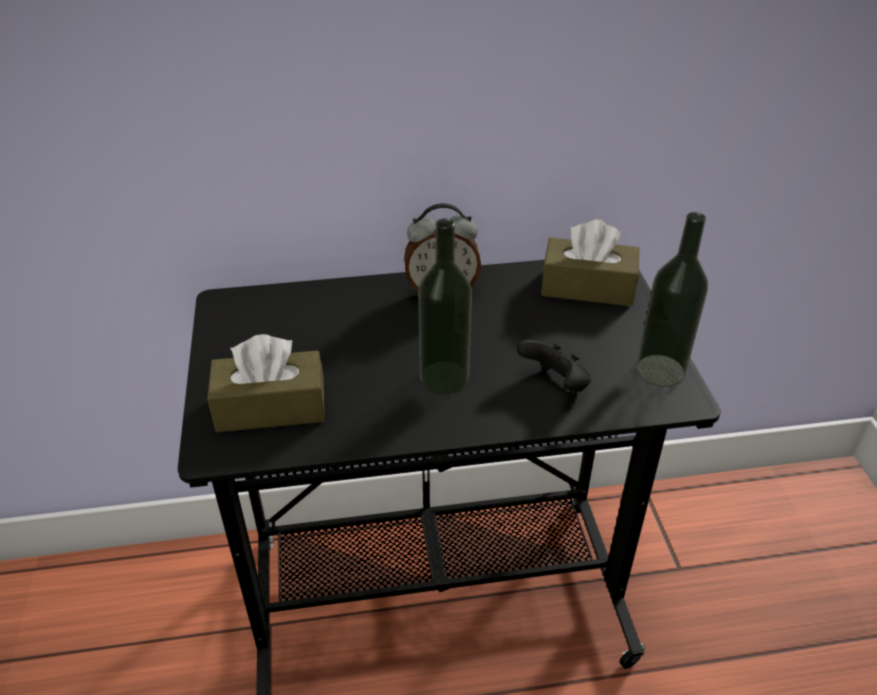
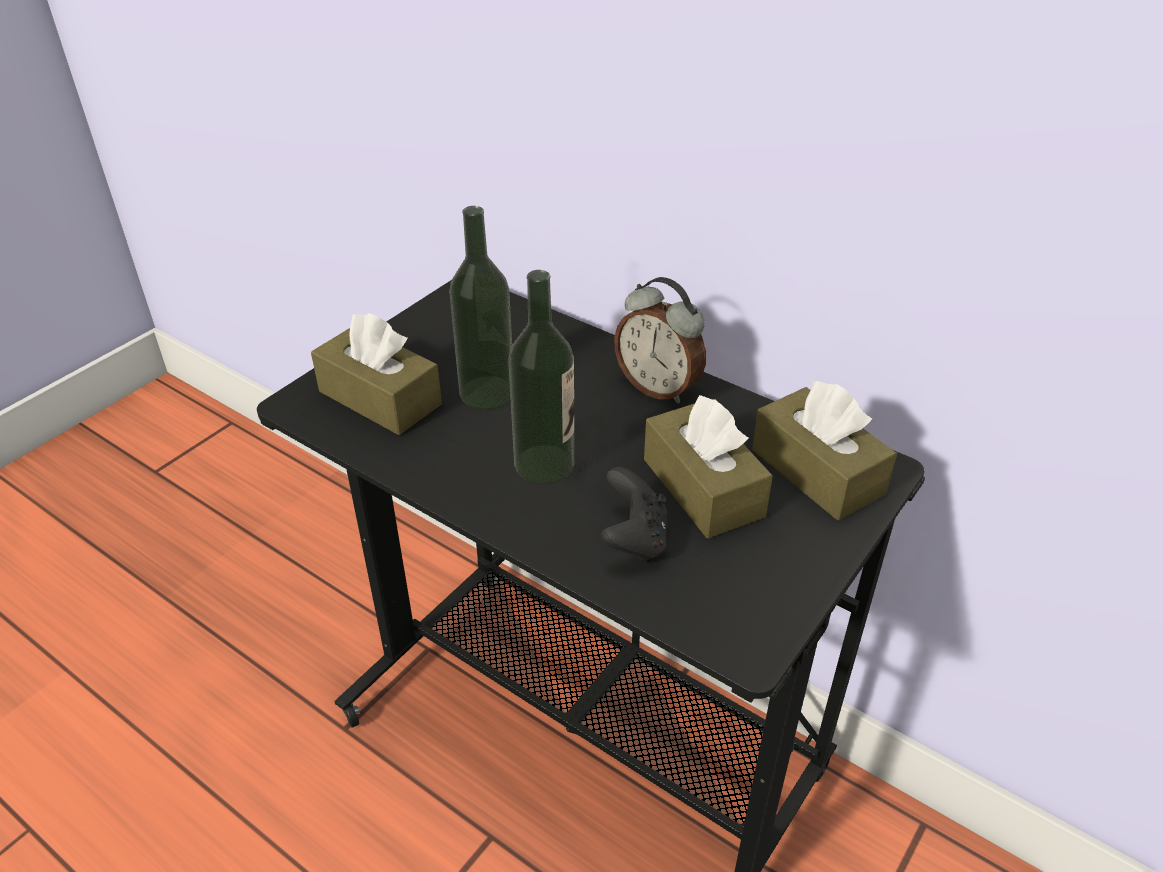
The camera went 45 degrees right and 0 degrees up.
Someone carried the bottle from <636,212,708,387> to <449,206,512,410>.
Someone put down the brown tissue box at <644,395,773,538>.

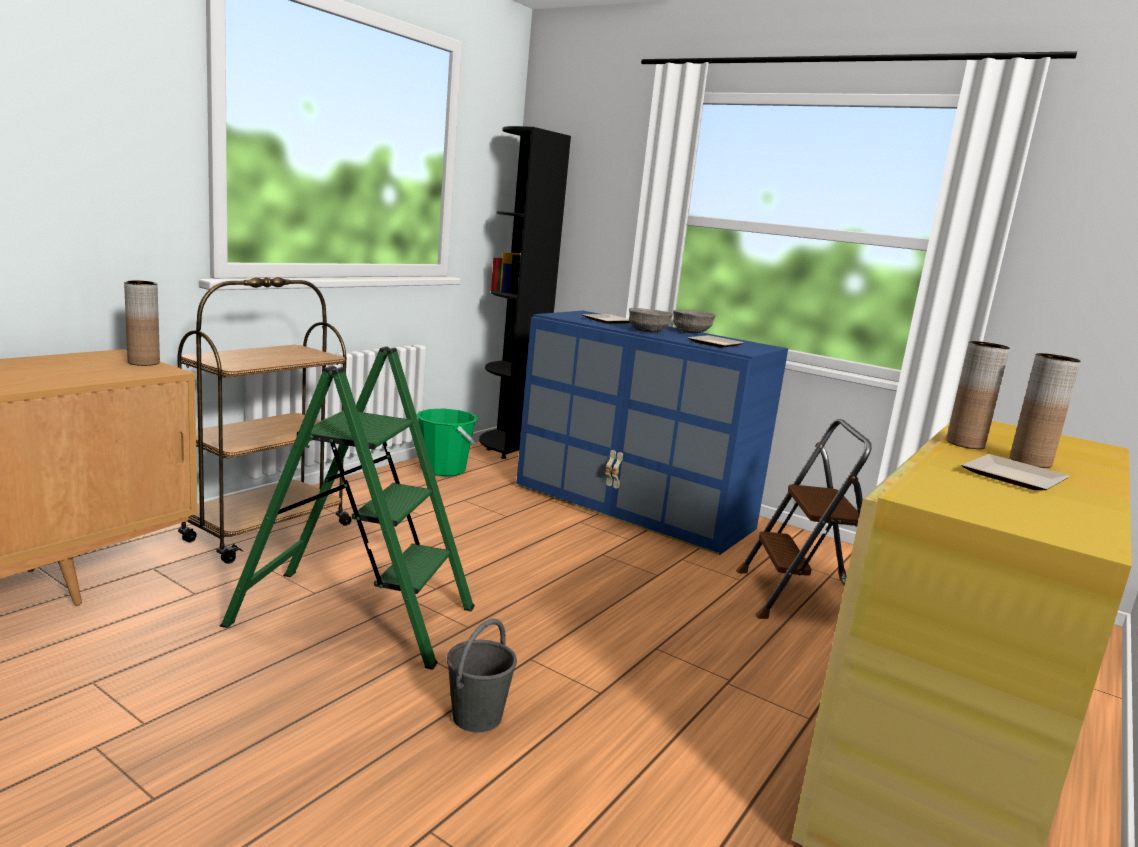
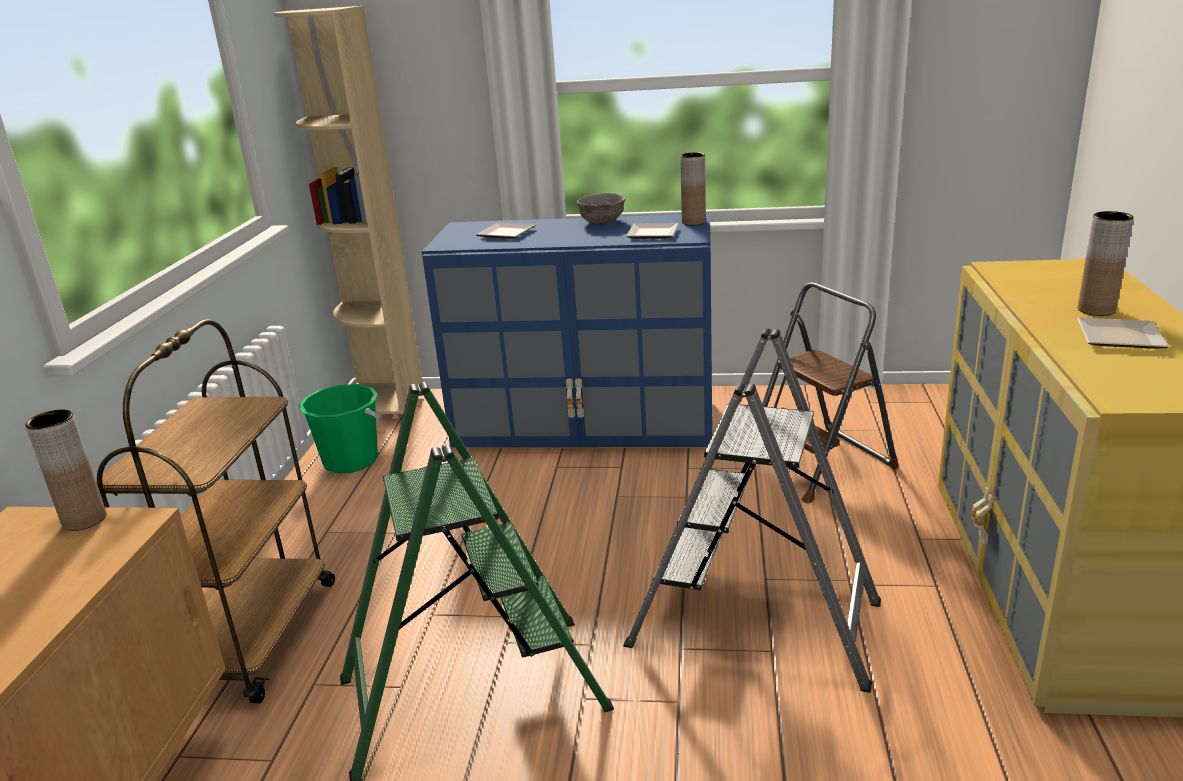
The camera went 25 degrees left and 10 degrees up.
Someone took away the grey bucket at <447,619,517,732>.
Someone repainted the black bookcase at <479,126,571,459>, which became the beige bookcase at <274,6,422,419>.
Someone took away the grey bowl at <629,308,673,332>.
Someone carried the brown vase from <946,341,1010,449> to <680,152,706,226>.
Someone put down the grey step ladder at <623,328,881,693>.

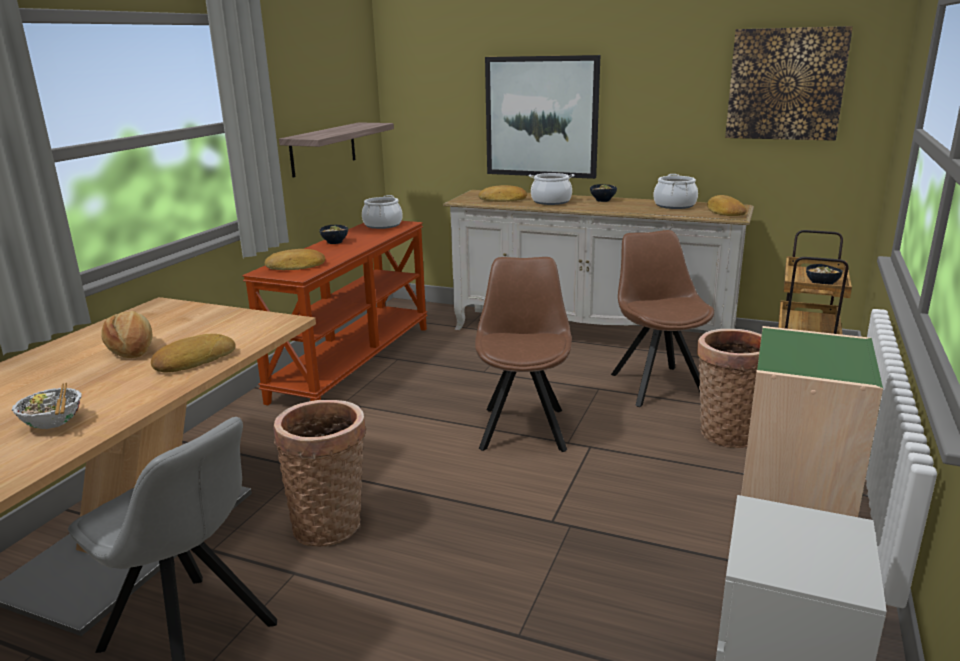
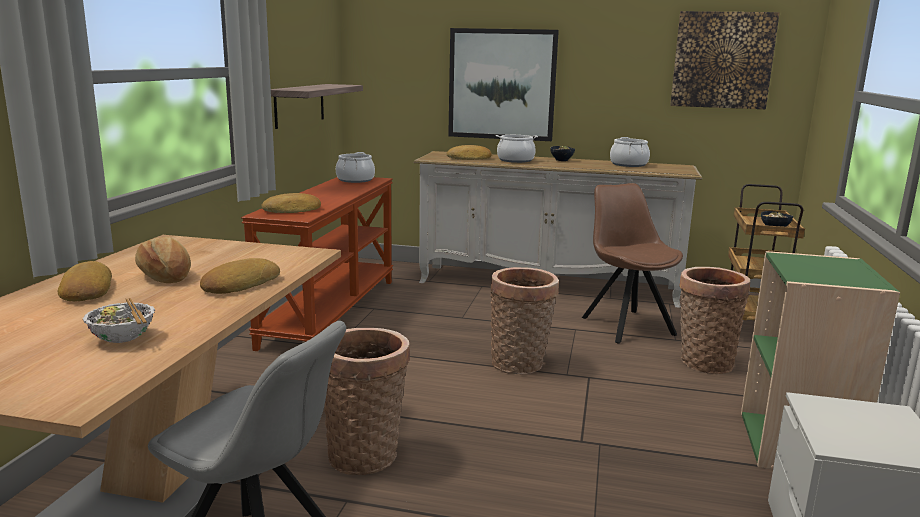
The camera went 10 degrees left and 5 degrees down.
Someone took away the bowl at <319,225,348,244>.
Someone swapped the brown chair at <475,257,572,452> for the basket at <490,267,559,374>.
Someone carried the bread from <707,195,747,216> to <58,261,112,301>.

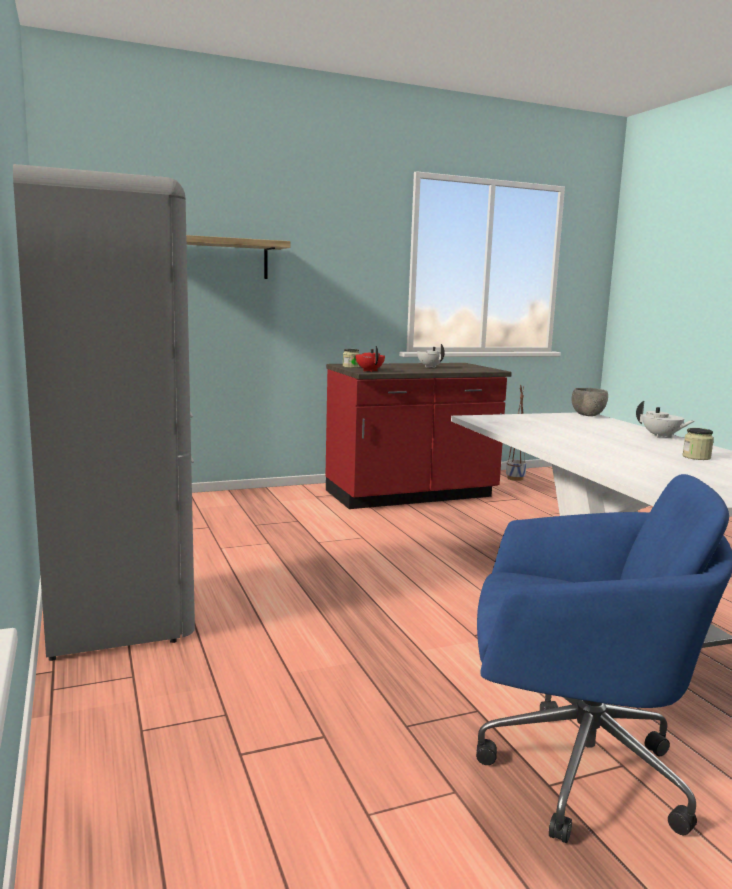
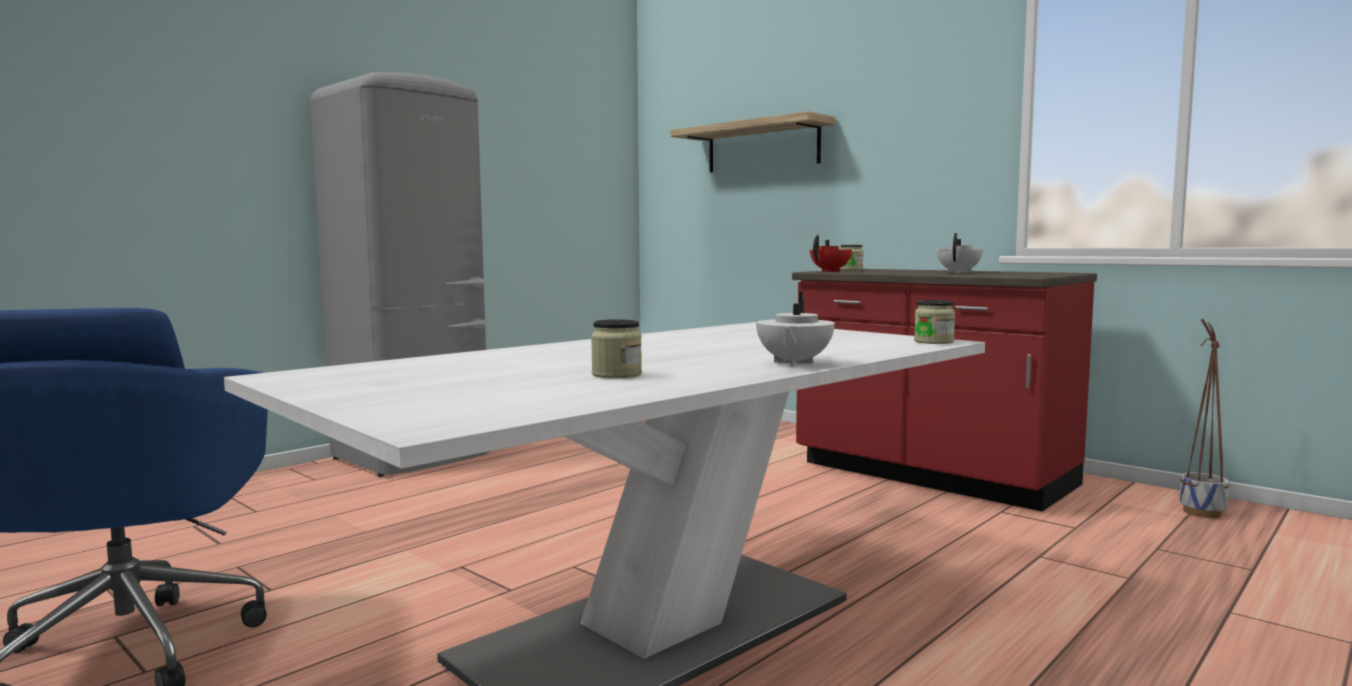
The camera went 65 degrees right and 5 degrees down.
Someone swapped the grey bowl at <572,388,608,416> for the jar at <914,300,955,344>.

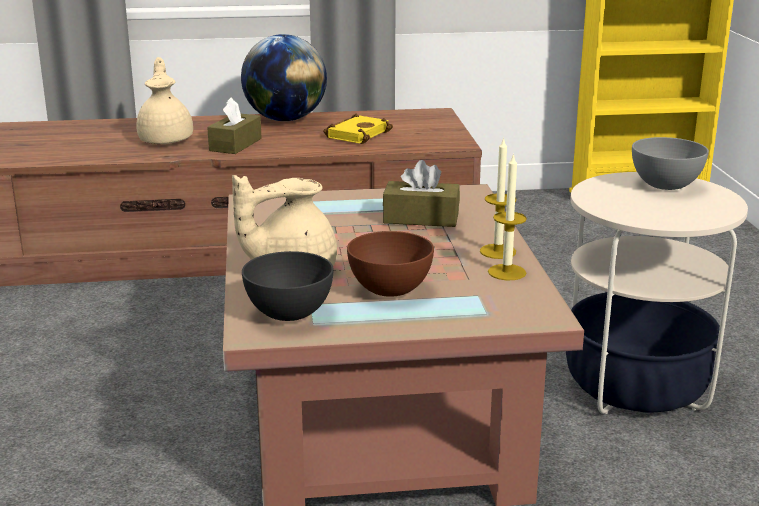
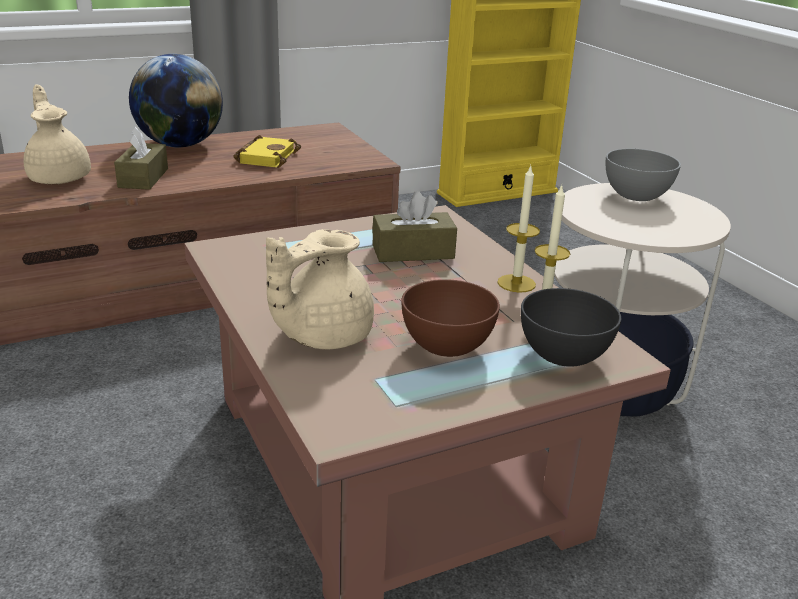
The camera went 20 degrees left and 5 degrees up.
Someone carried the grey bowl from <242,251,334,321> to <521,288,621,367>.

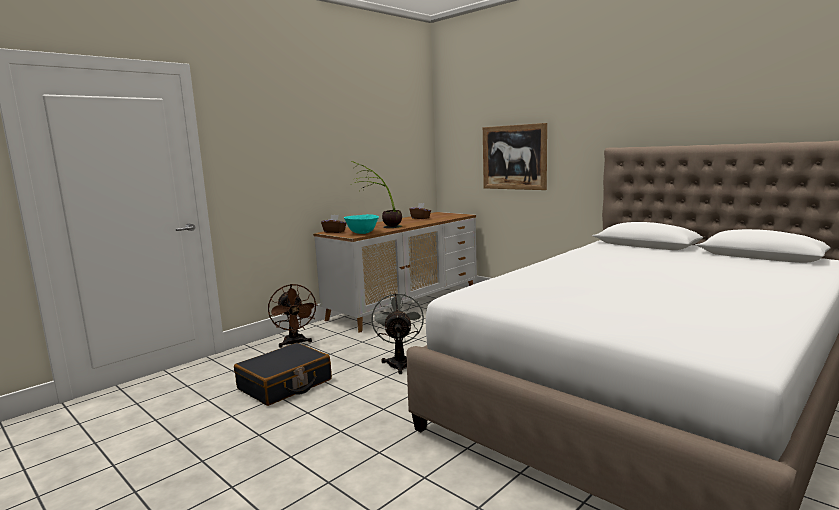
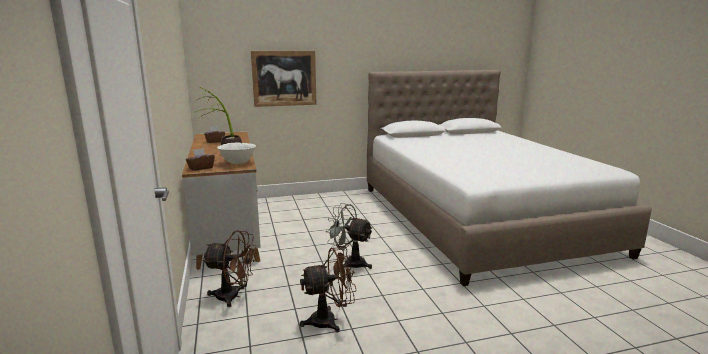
The camera went 60 degrees left and 5 degrees up.
Someone swapped the black suitcase at <234,343,332,406> for the brown fan at <300,247,357,332>.
Someone repainted the turquoise bowl at <344,214,379,234>, which became the white bowl at <217,143,256,164>.

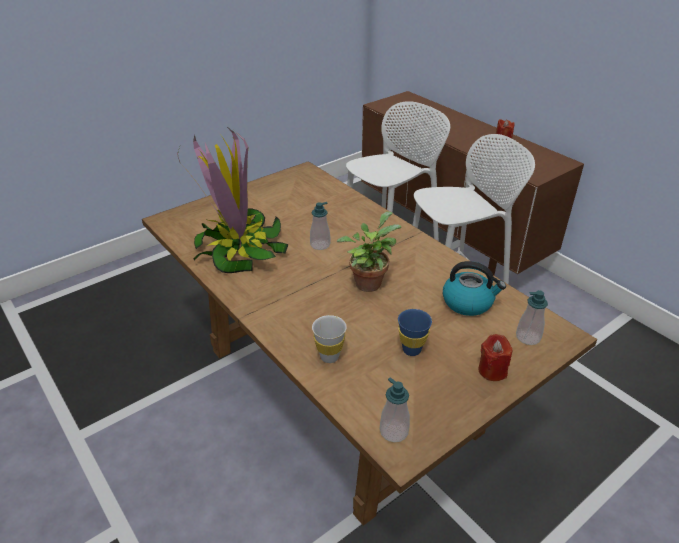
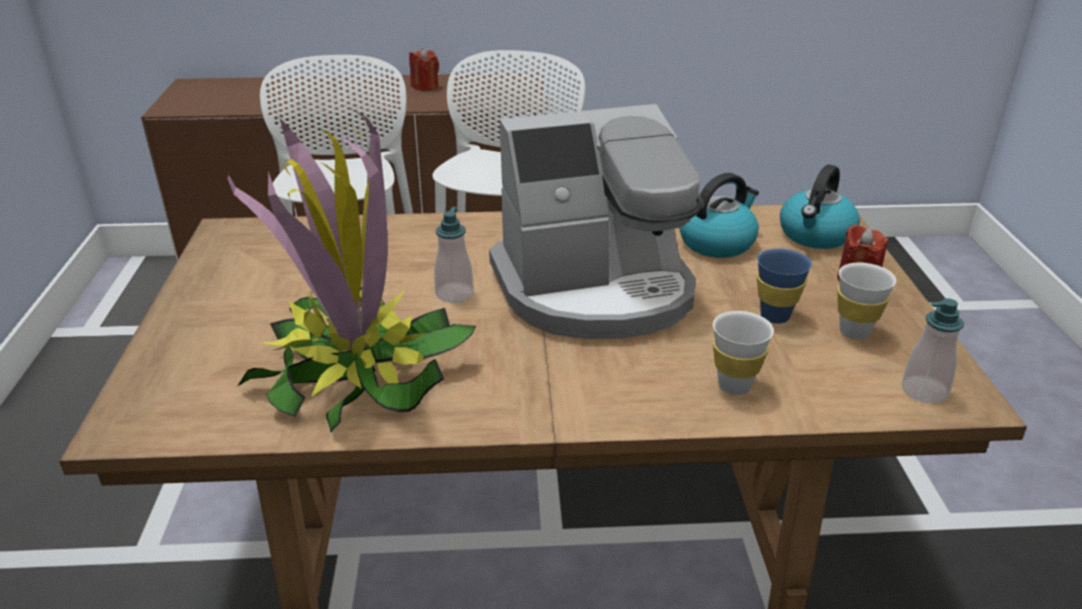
The camera went 55 degrees left and 5 degrees down.
Someone swapped the potted plant at <337,211,401,292> for the coffee machine at <489,104,704,339>.
Someone swapped the soap dispenser at <516,290,548,345> for the kettle at <780,164,860,249>.
Someone put down the white cup at <837,263,896,340>.

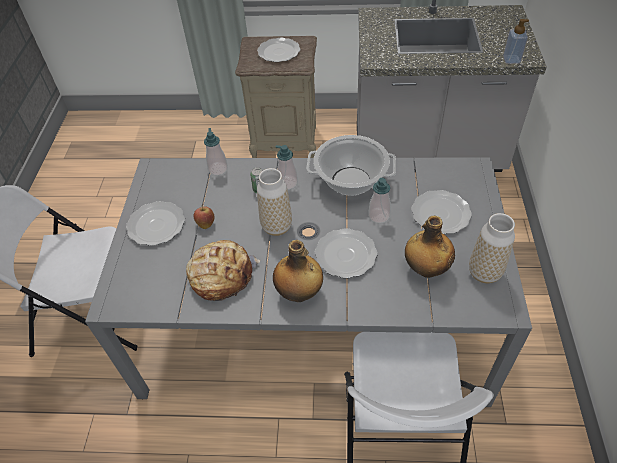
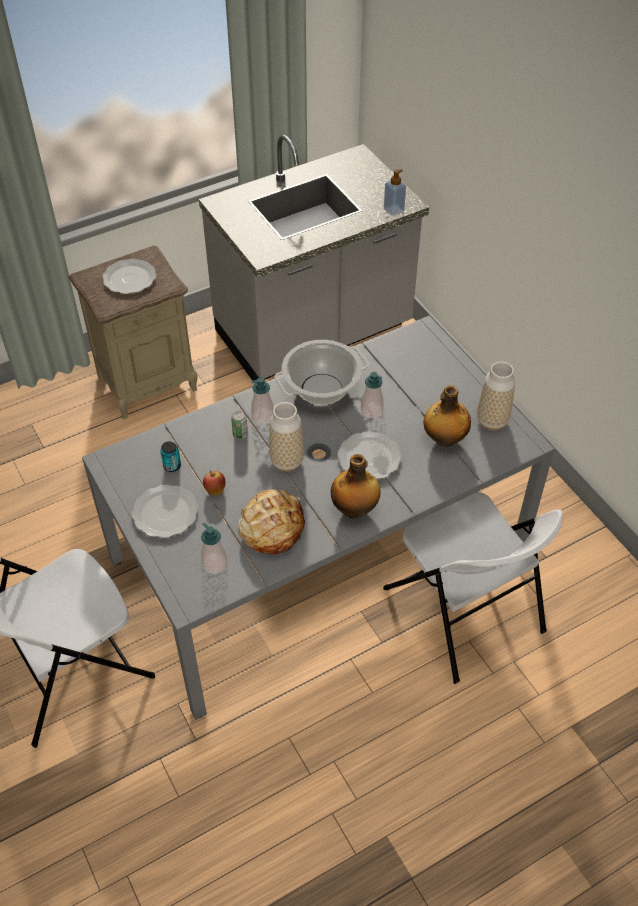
The camera went 35 degrees left and 0 degrees up.
Someone carried the soap dispenser from <204,128,228,176> to <201,523,227,574>.
Someone took away the plate at <411,190,472,234>.
Someone put down the can at <160,441,181,472>.

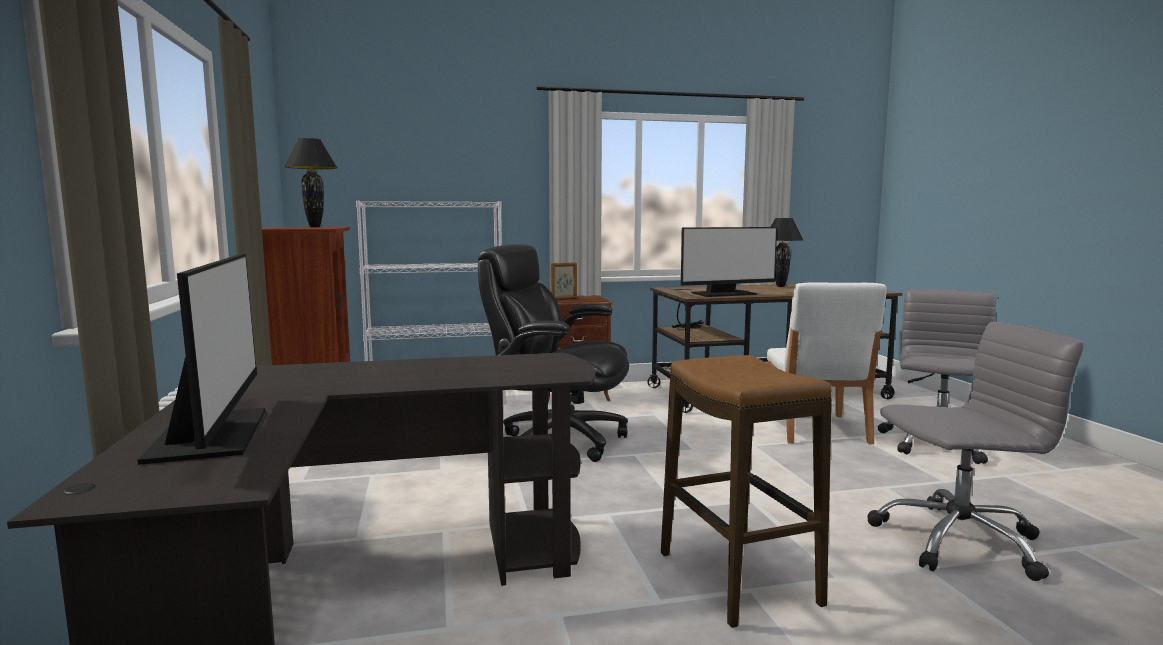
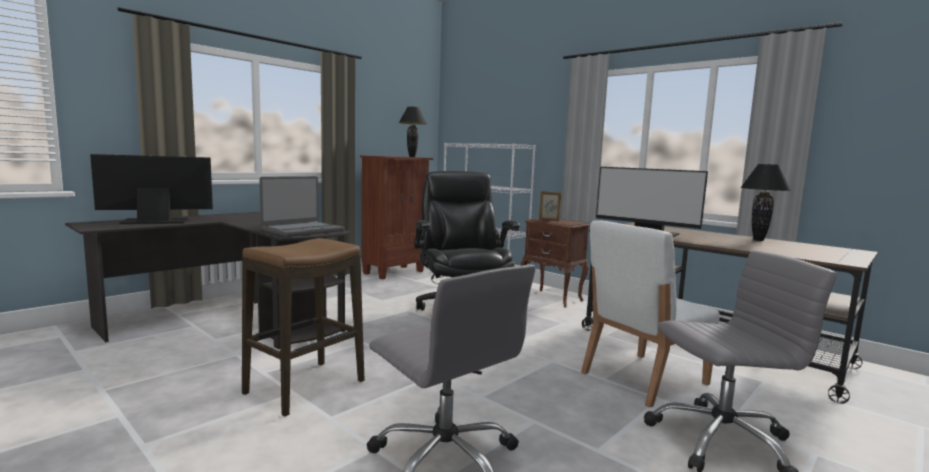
The camera went 55 degrees right and 0 degrees up.
Someone rotated the monitor at <138,254,265,465> by 150 degrees counterclockwise.
Someone put down the laptop at <259,176,345,237>.

